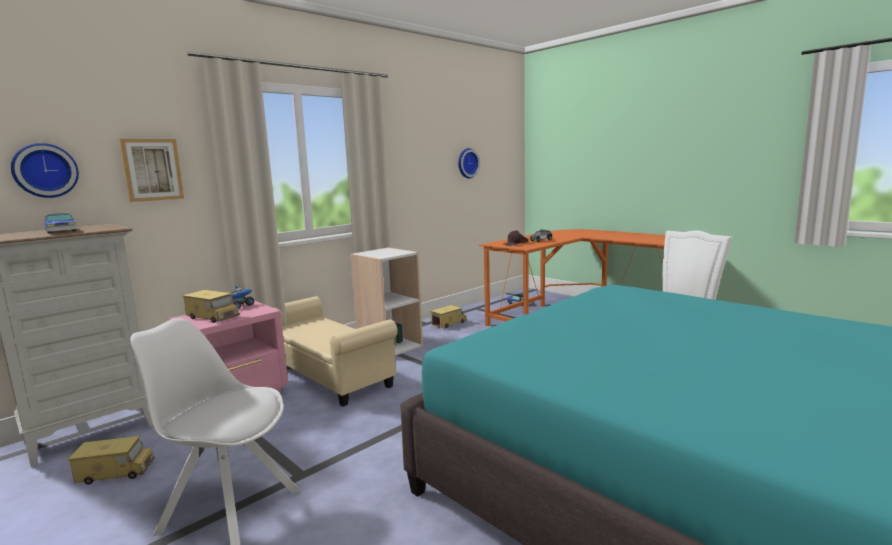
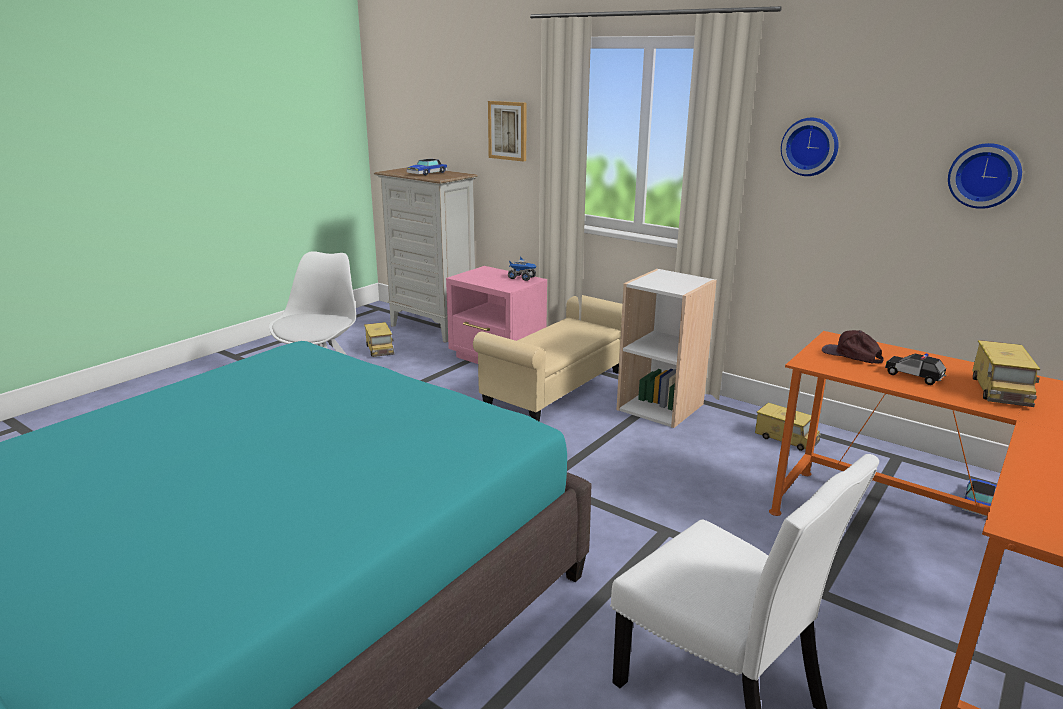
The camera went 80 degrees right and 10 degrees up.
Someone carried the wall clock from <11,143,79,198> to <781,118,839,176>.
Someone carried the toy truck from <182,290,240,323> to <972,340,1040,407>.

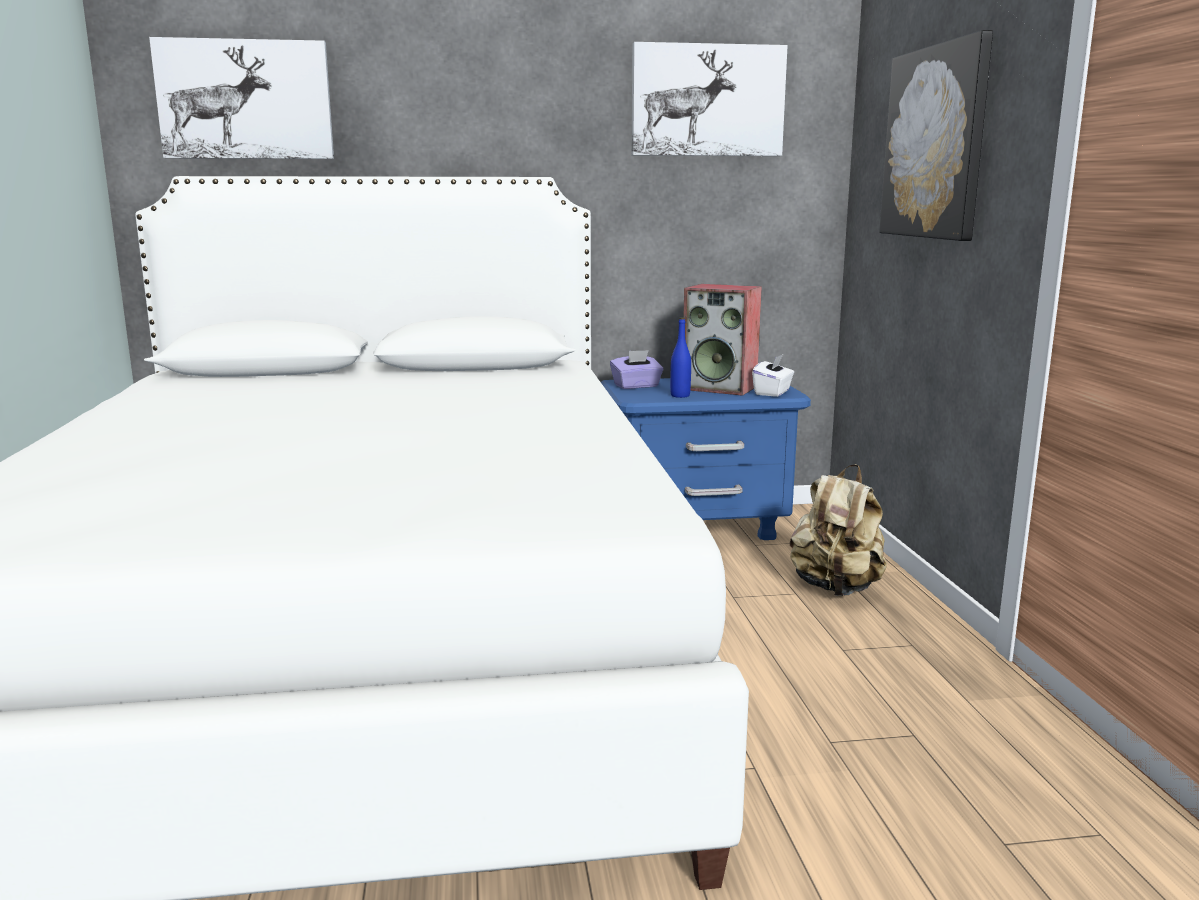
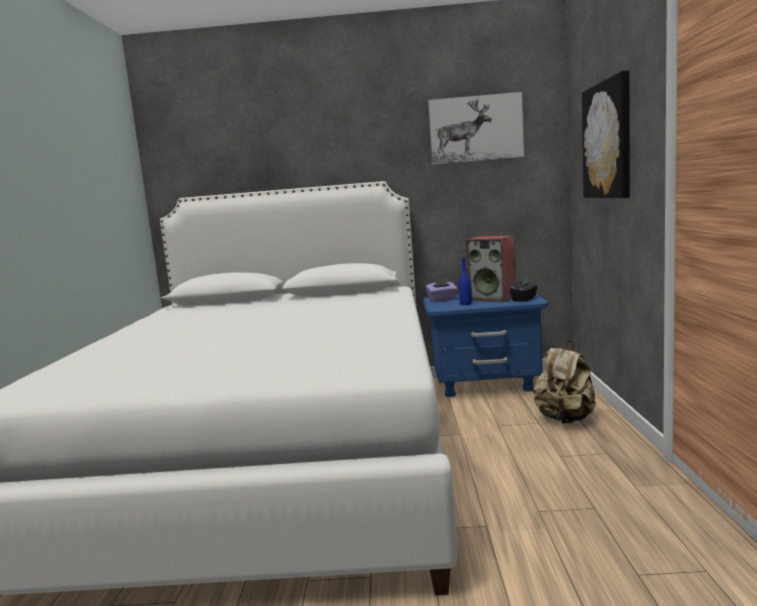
The camera went 10 degrees right and 5 degrees down.
Someone took away the picture at <149,37,334,159>.
Someone repainted the white tissue box at <752,354,794,397>, which became the black tissue box at <509,275,538,302>.

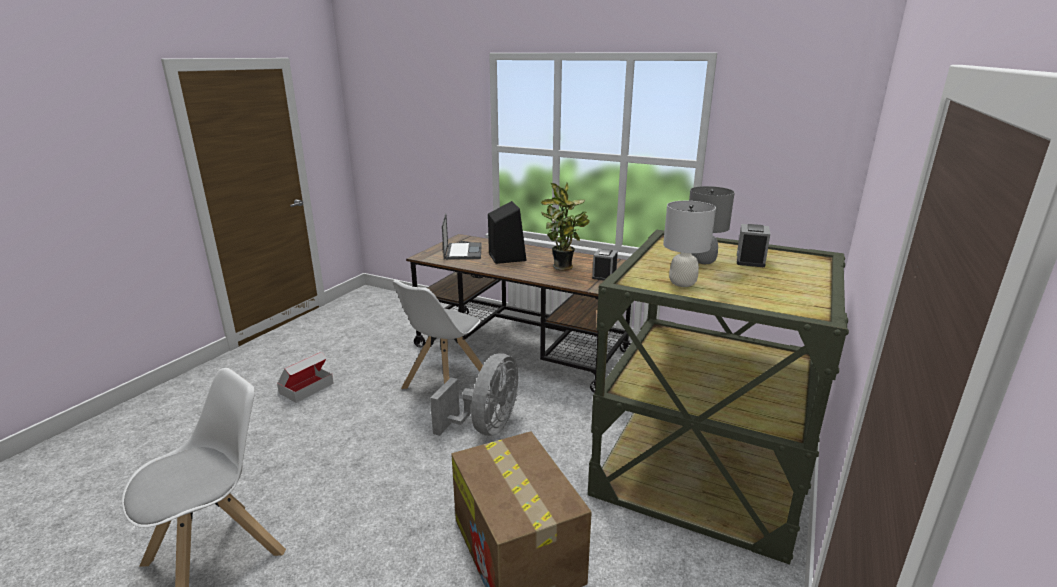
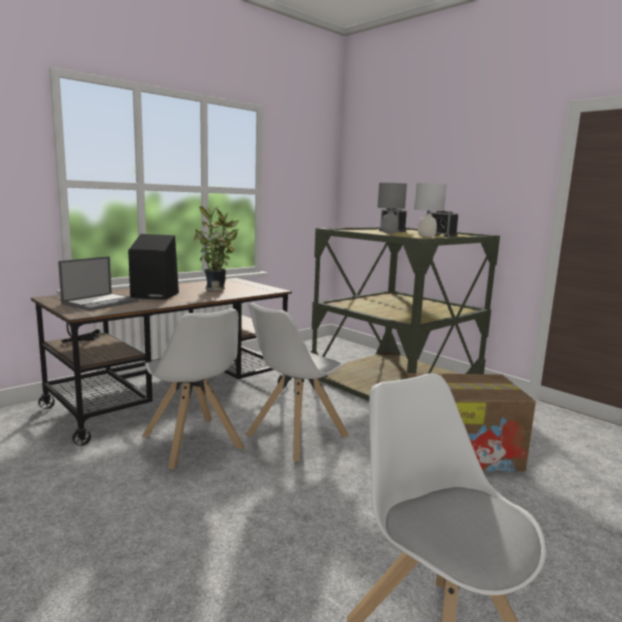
The camera went 70 degrees left and 10 degrees down.
Someone took away the cardboard box at <277,352,334,403>.
Someone swapped the grey fan at <430,353,518,436> for the chair at <245,303,349,461>.
Someone rotated the laptop at <442,213,482,260> by 105 degrees clockwise.
Someone carried the alarm clock from <592,249,618,281> to <431,210,458,237>.

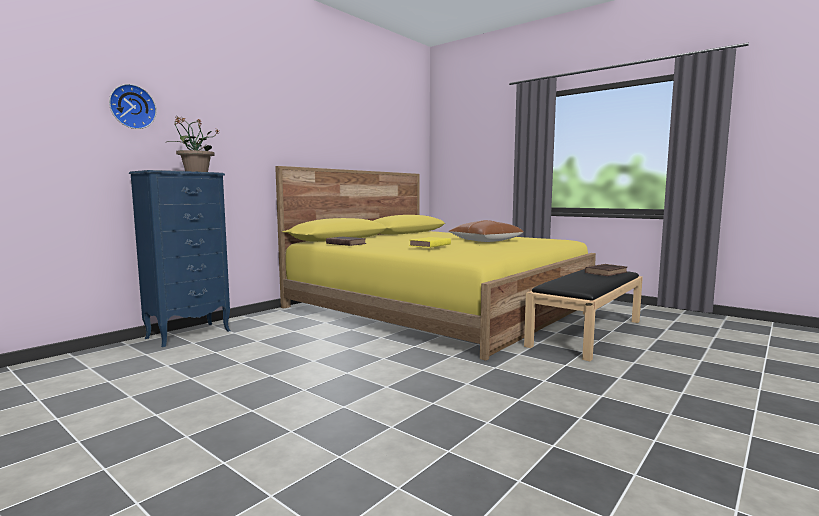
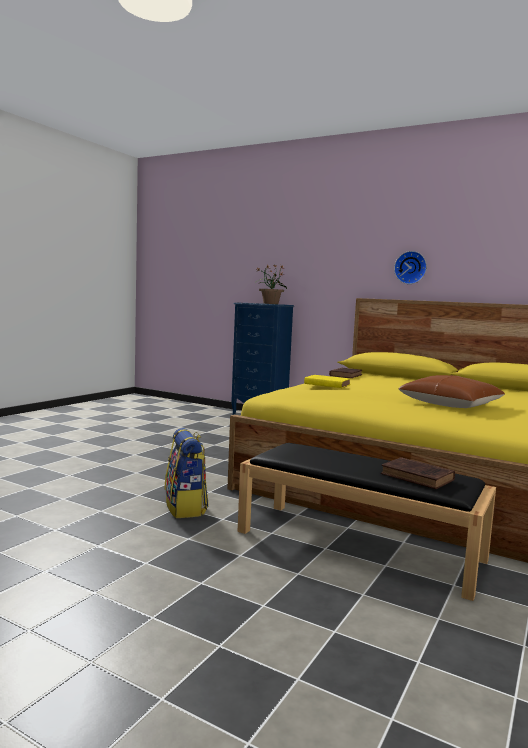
The camera went 80 degrees right and 0 degrees up.
Someone carried the wall clock from <109,84,156,129> to <394,251,427,284>.
Someone put down the backpack at <165,428,209,518>.

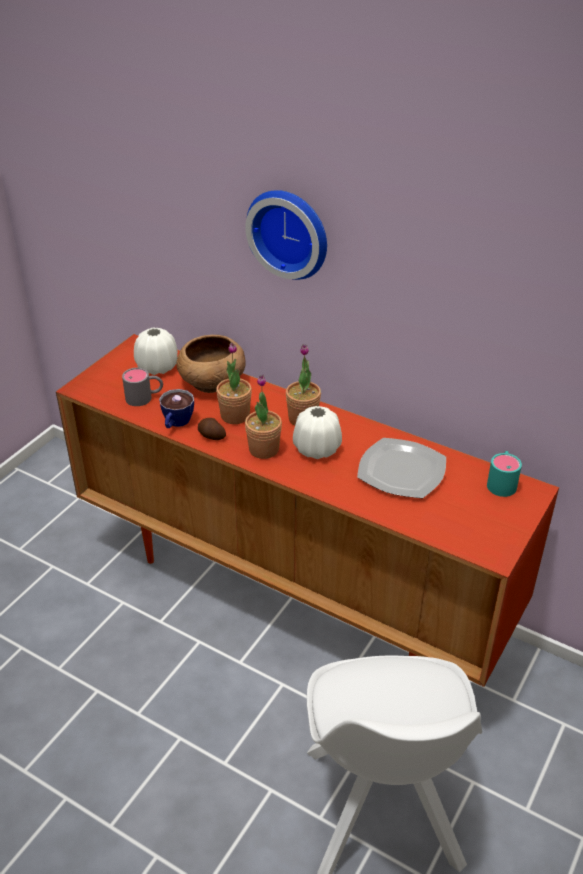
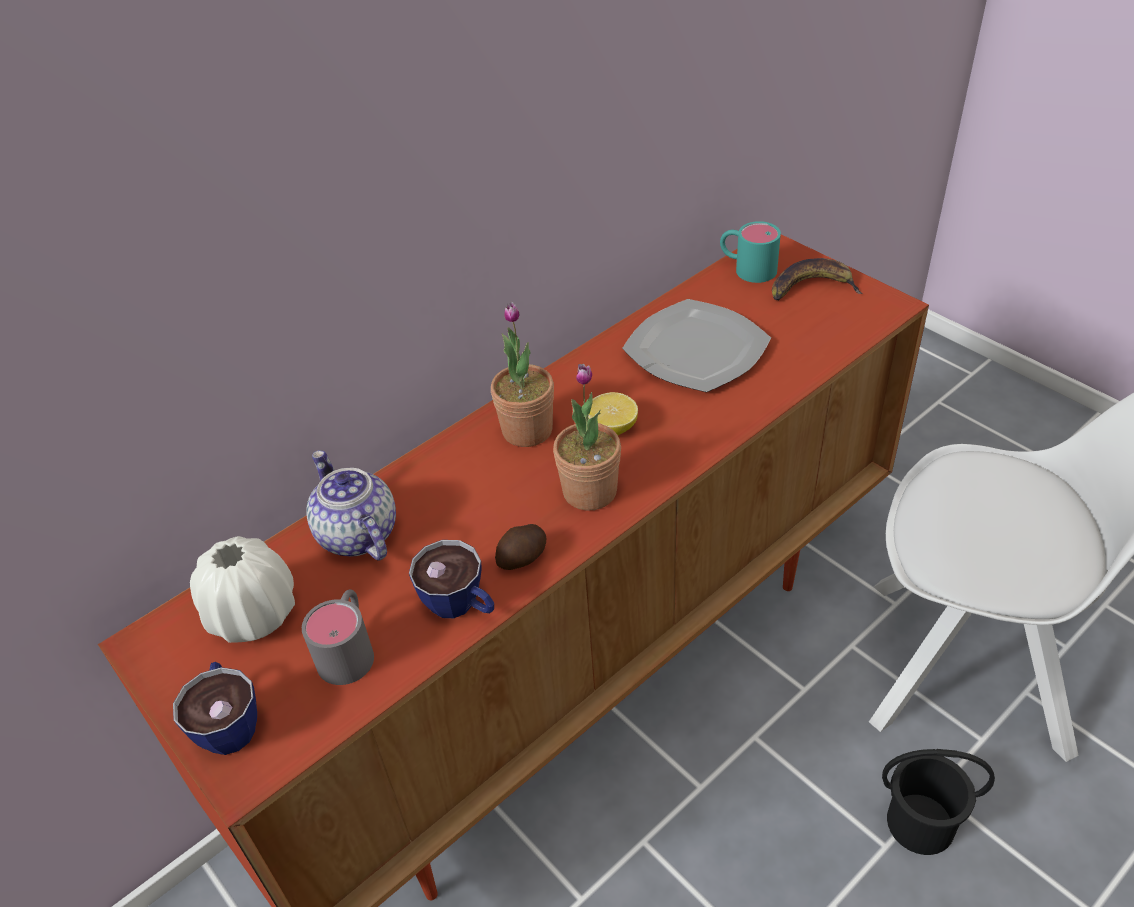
The camera went 70 degrees left and 5 degrees up.
Someone swapped the brown bowl at <176,335,246,393> for the teapot at <306,450,396,560>.
Someone took away the potted plant at <216,343,252,424>.
Someone took away the wall clock at <245,190,327,280>.
Someone swapped the white vase at <293,406,342,459> for the lemon at <588,392,638,435>.
Someone put down the cup at <173,662,257,755>.
Someone put down the banana at <772,258,862,300>.
Someone put down the black bucket at <882,749,995,855>.

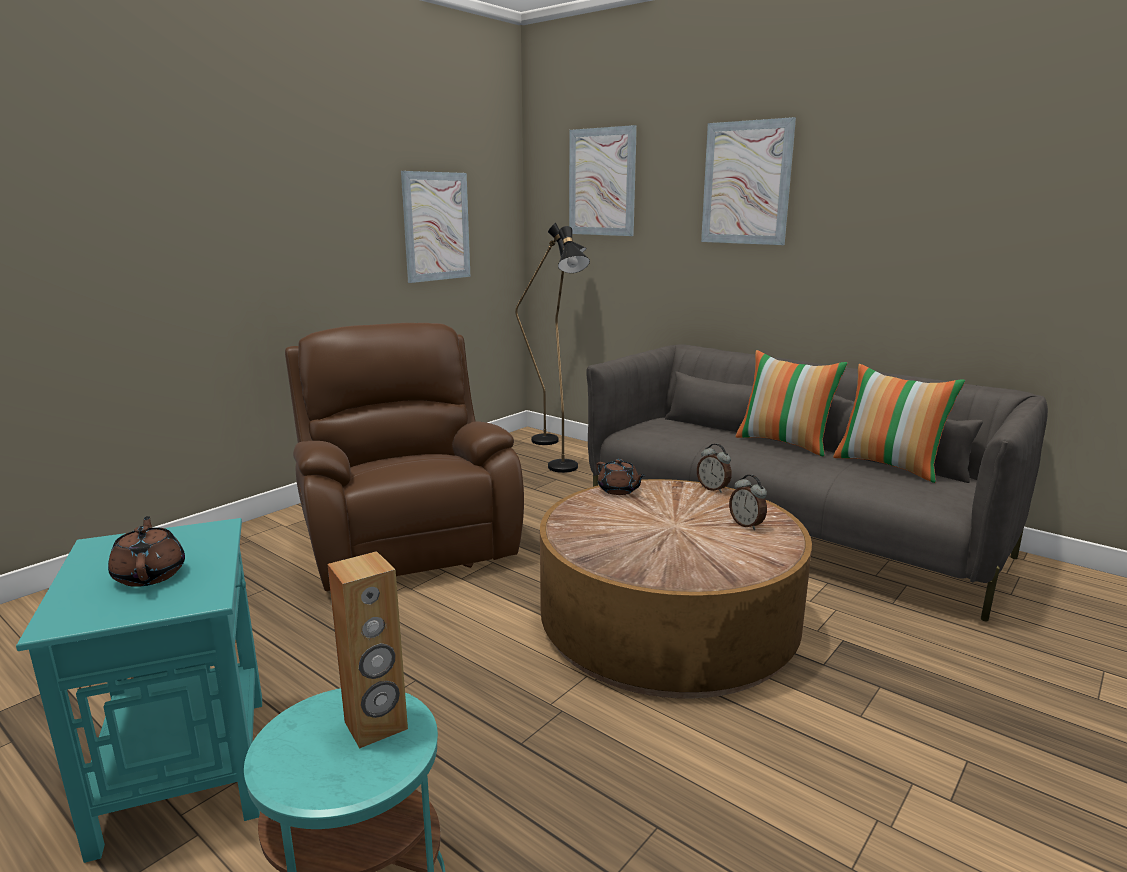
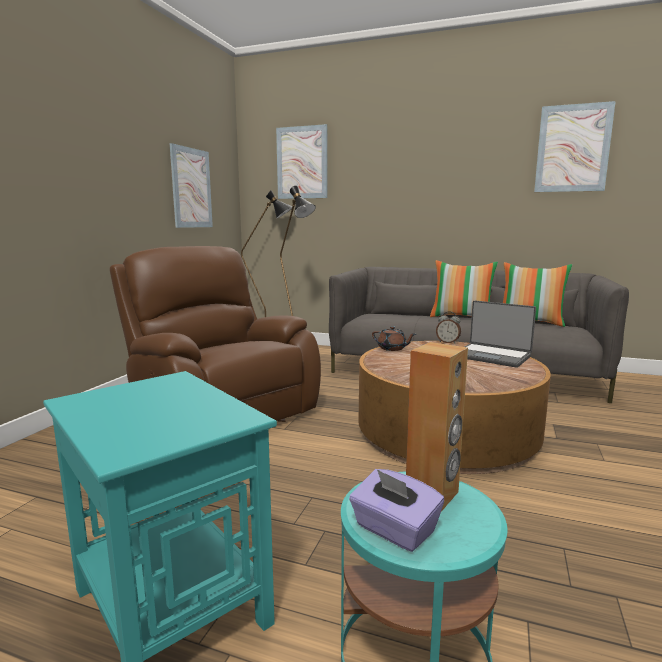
The camera went 20 degrees left and 5 degrees down.
Someone took away the brown teapot at <108,516,185,587>.
Someone carried the picture from <701,117,796,245> to <534,101,616,192>.
Someone swapped the alarm clock at <729,474,767,530> for the laptop at <465,300,536,368>.
Someone put down the purple tissue box at <349,469,444,552>.

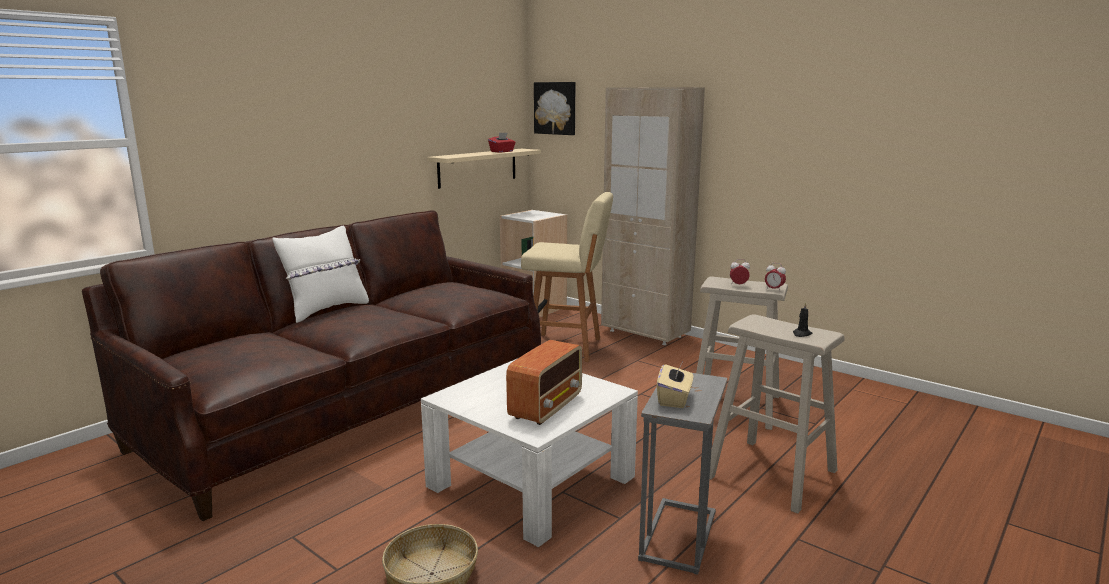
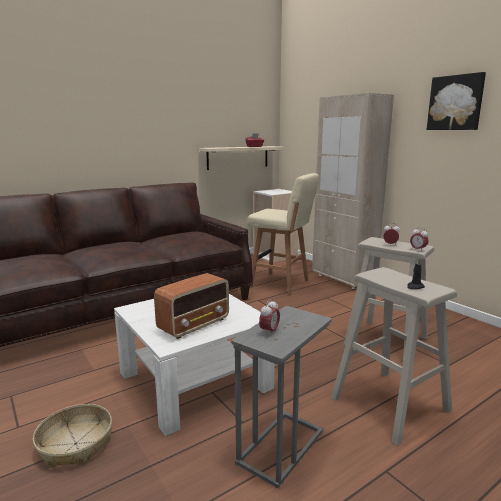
The camera went 15 degrees right and 0 degrees up.
Someone took away the white pillow at <272,226,369,323>.
Someone carried the picture from <534,82,576,135> to <427,72,486,130>.
Someone swapped the beige tissue box at <657,360,693,408> for the alarm clock at <259,299,280,333>.

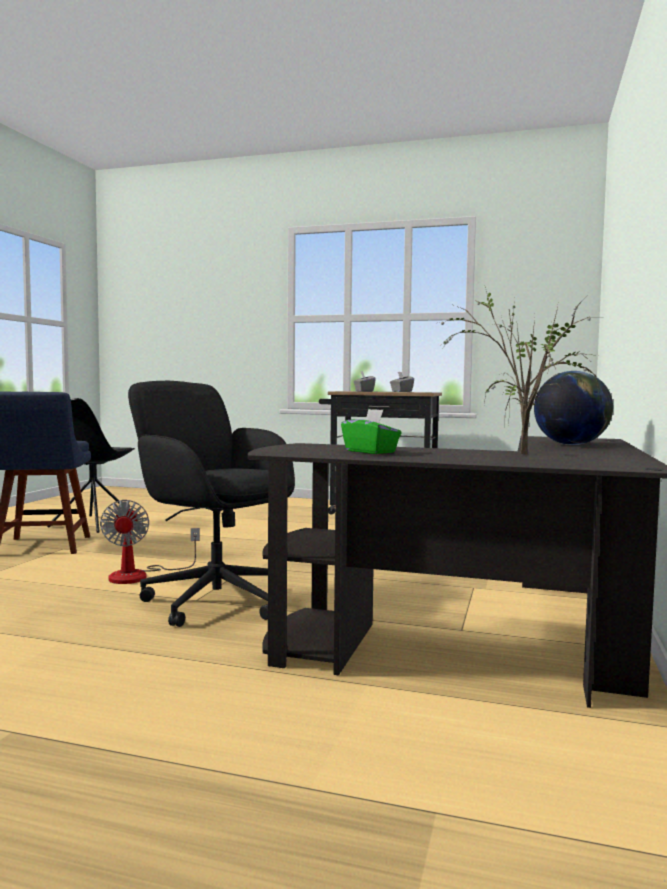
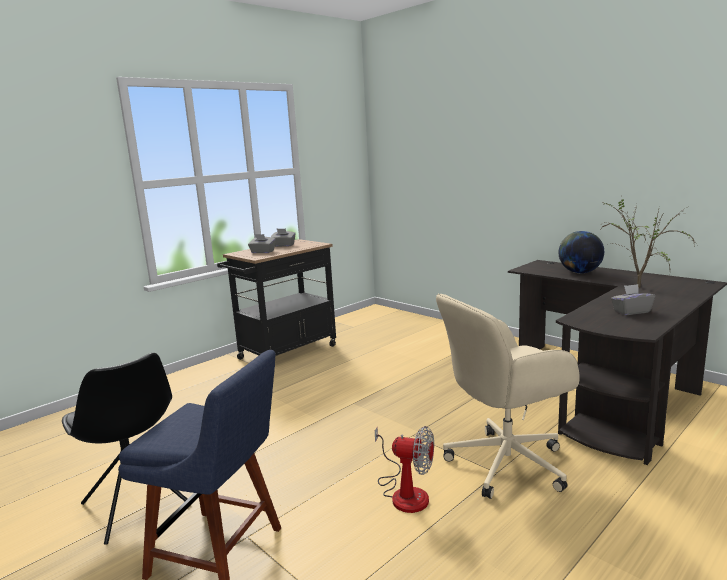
The camera went 60 degrees left and 10 degrees up.
Someone repainted the black office chair at <128,381,295,627>, which became the beige office chair at <436,294,580,499>.
Someone repainted the green tissue box at <341,409,402,454>, which became the grey tissue box at <611,284,655,315>.

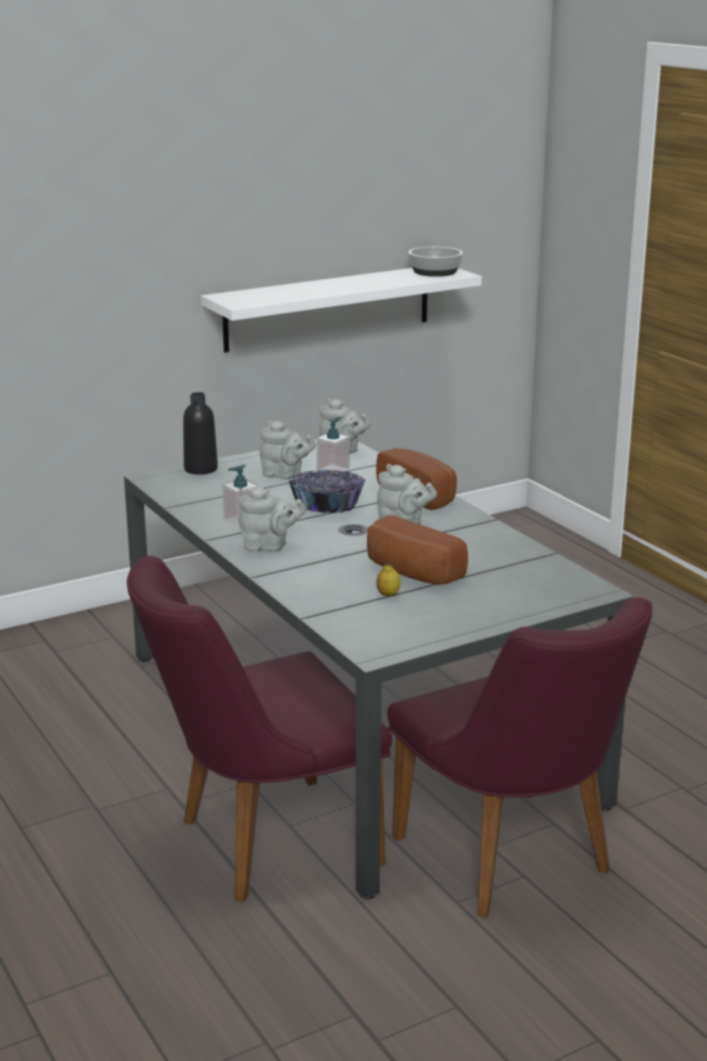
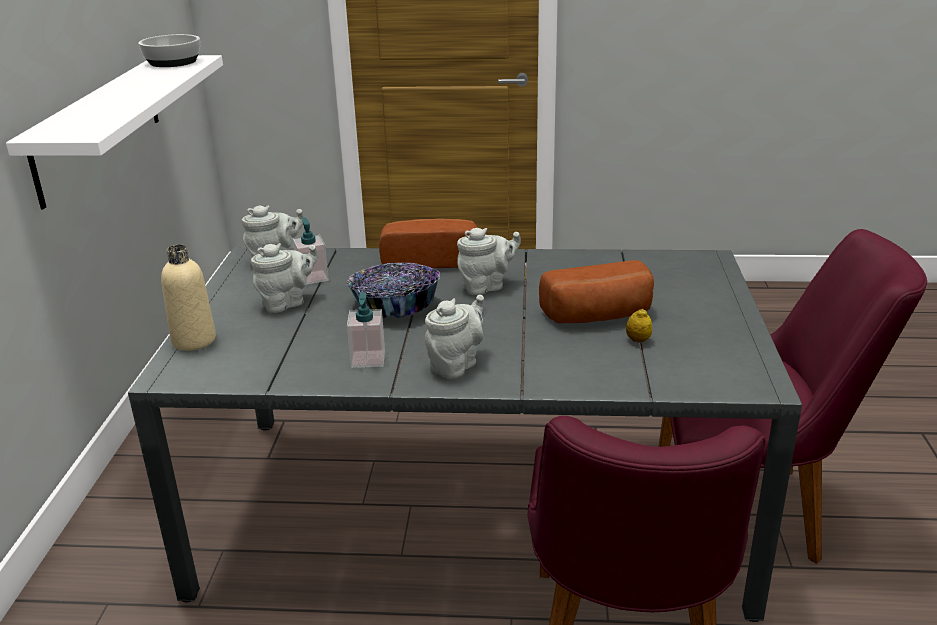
The camera went 55 degrees left and 5 degrees up.
Someone repainted the black bottle at <183,392,218,475>, which became the beige bottle at <161,245,216,351>.

